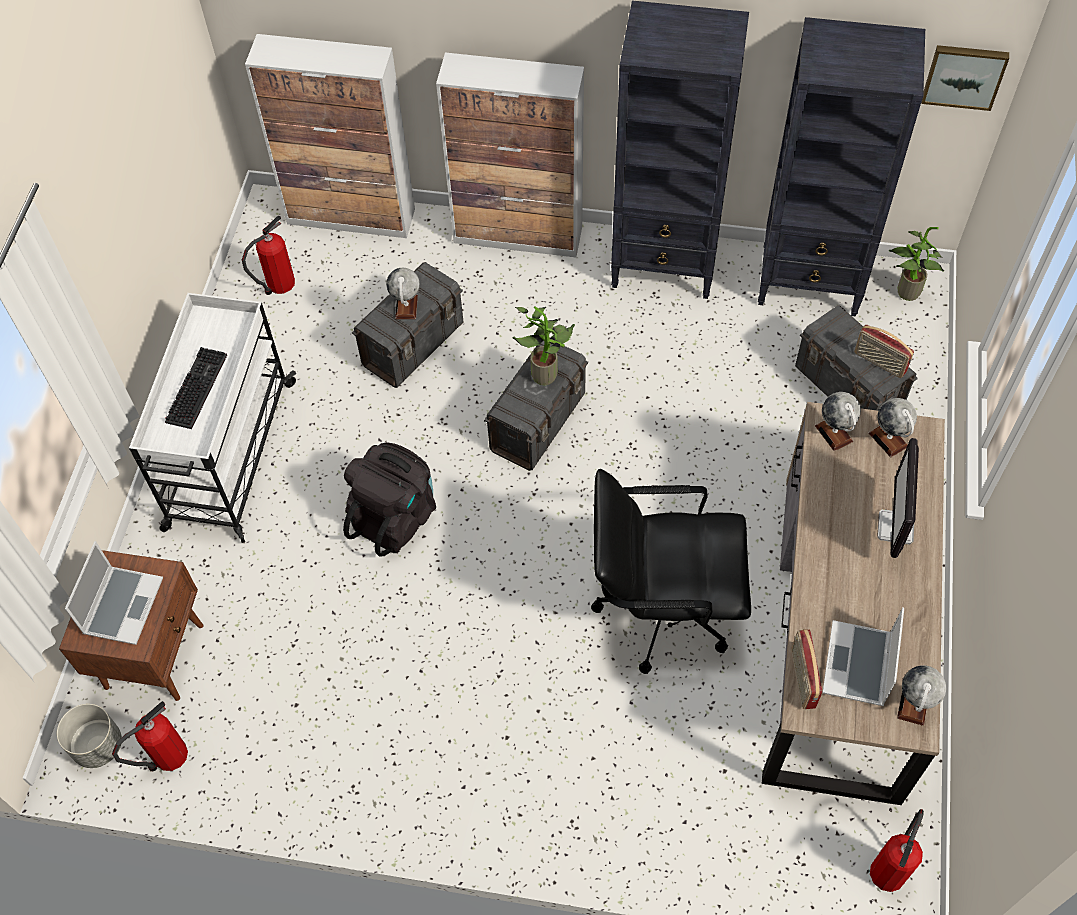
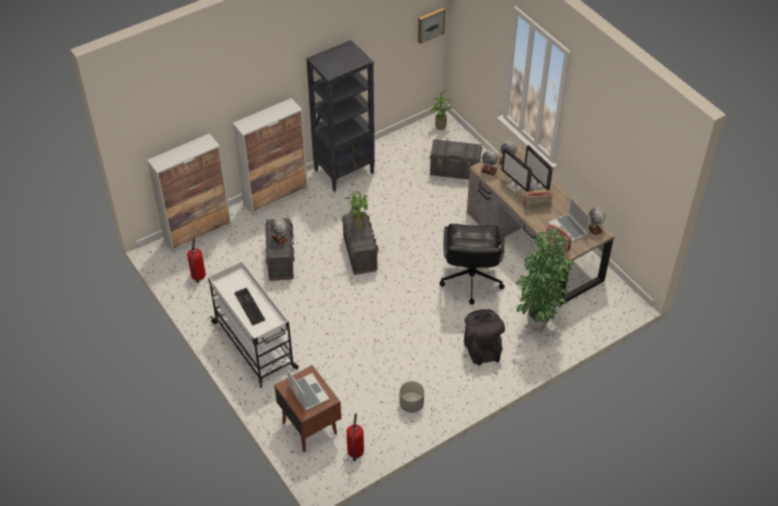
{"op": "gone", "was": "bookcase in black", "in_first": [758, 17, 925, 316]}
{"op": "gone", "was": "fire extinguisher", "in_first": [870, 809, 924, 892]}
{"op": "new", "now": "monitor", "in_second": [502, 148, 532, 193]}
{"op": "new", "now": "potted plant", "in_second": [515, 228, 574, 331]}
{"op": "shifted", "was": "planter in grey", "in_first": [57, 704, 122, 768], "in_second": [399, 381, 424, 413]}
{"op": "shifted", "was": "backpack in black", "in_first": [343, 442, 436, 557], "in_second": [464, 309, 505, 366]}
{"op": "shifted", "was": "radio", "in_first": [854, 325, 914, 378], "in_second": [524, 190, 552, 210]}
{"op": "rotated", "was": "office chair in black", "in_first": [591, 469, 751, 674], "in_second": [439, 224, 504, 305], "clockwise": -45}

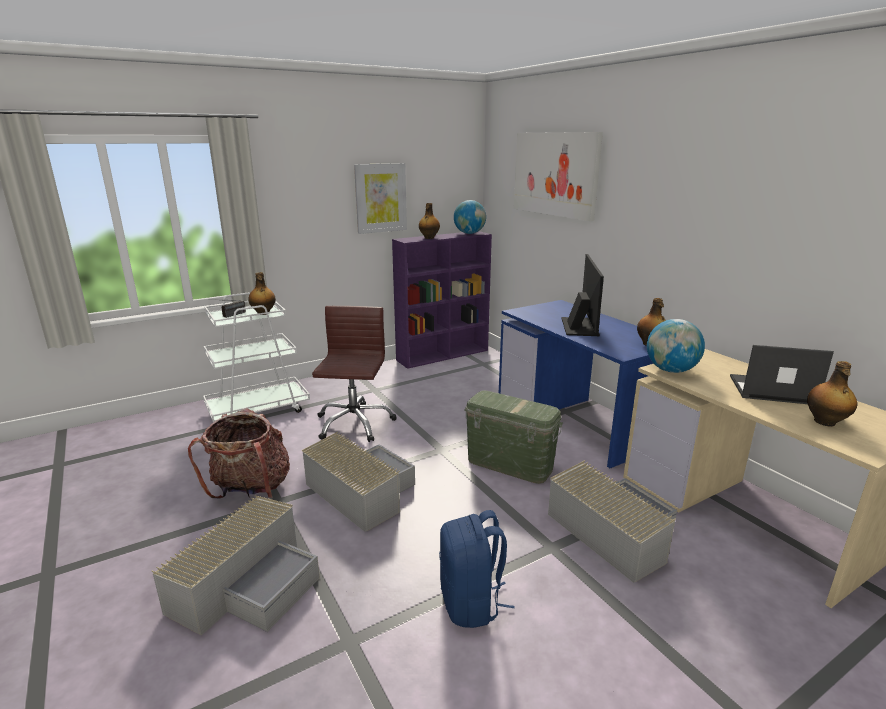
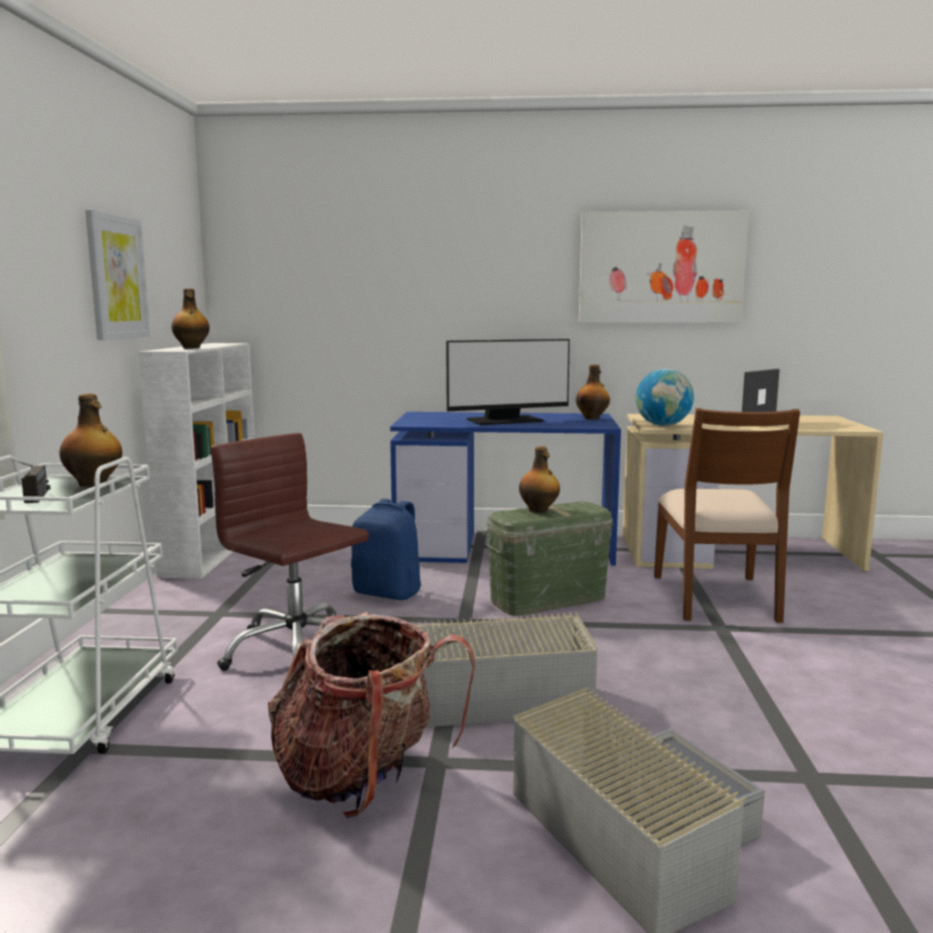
{"op": "gone", "was": "globe", "in_first": [454, 200, 486, 234]}
{"op": "shifted", "was": "backpack in blue", "in_first": [439, 510, 515, 628], "in_second": [351, 499, 421, 600]}
{"op": "shifted", "was": "picture", "in_first": [514, 132, 603, 221], "in_second": [579, 211, 749, 323]}
{"op": "shifted", "was": "bottle", "in_first": [807, 361, 857, 427], "in_second": [519, 446, 560, 513]}
{"op": "swapped", "was": "storage box in grey", "now": "chair in brown", "in_first": [548, 460, 677, 583], "in_second": [654, 408, 800, 623]}
{"op": "repainted", "was": "bookcase in purple", "now": "bookcase in white", "in_first": [392, 231, 492, 369], "in_second": [138, 343, 255, 579]}
{"op": "rotated", "was": "monitor", "in_first": [561, 254, 604, 336], "in_second": [446, 339, 570, 425], "clockwise": 120}

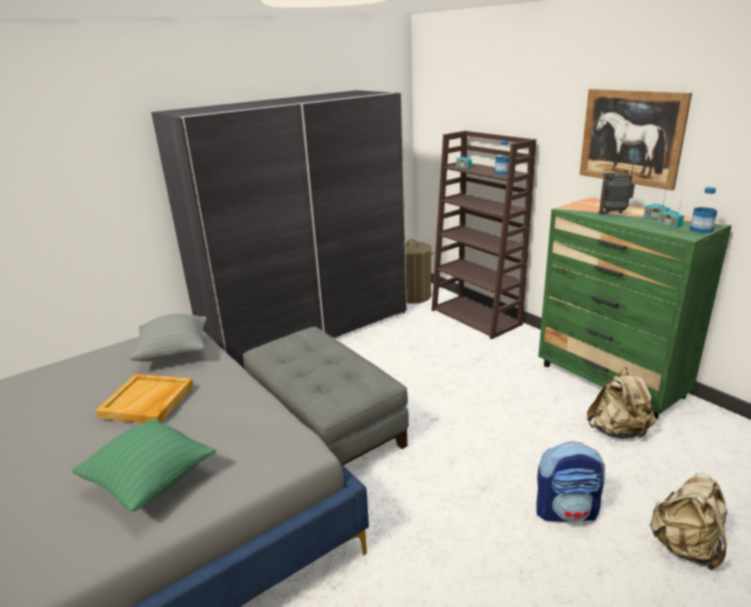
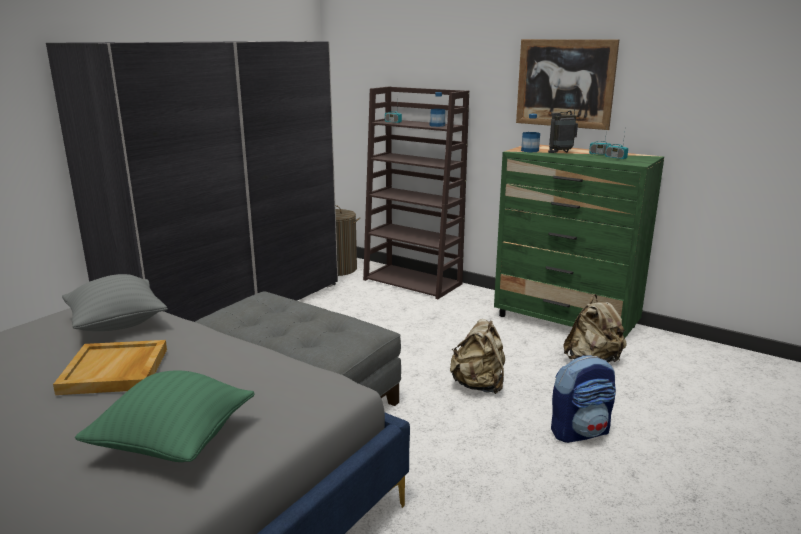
{"op": "shifted", "was": "backpack in beige", "in_first": [649, 473, 728, 570], "in_second": [450, 319, 505, 394]}
{"op": "shifted", "was": "bottle", "in_first": [689, 187, 717, 234], "in_second": [521, 114, 540, 152]}

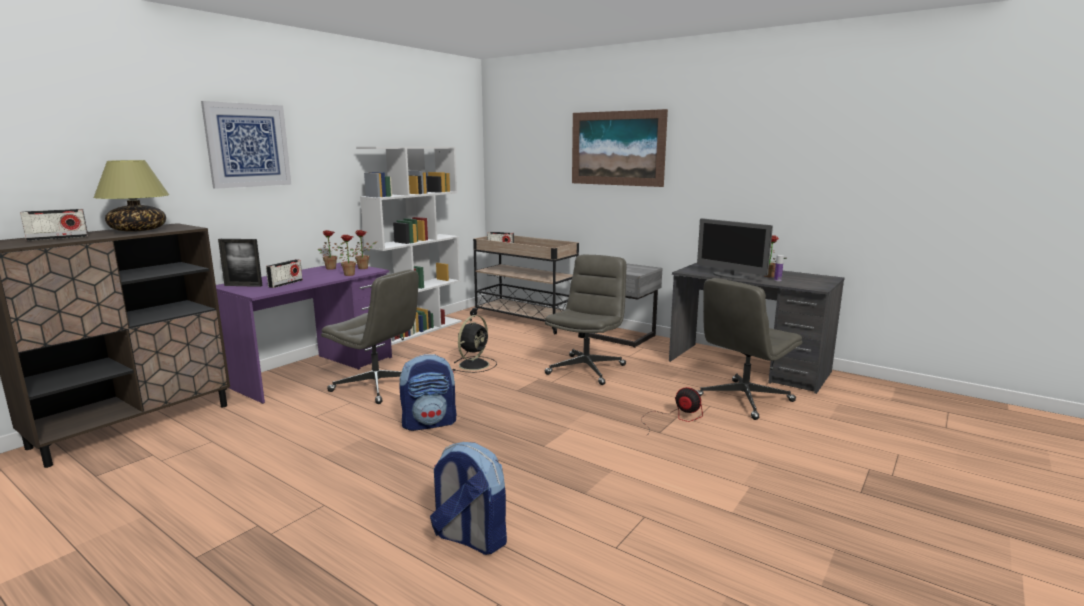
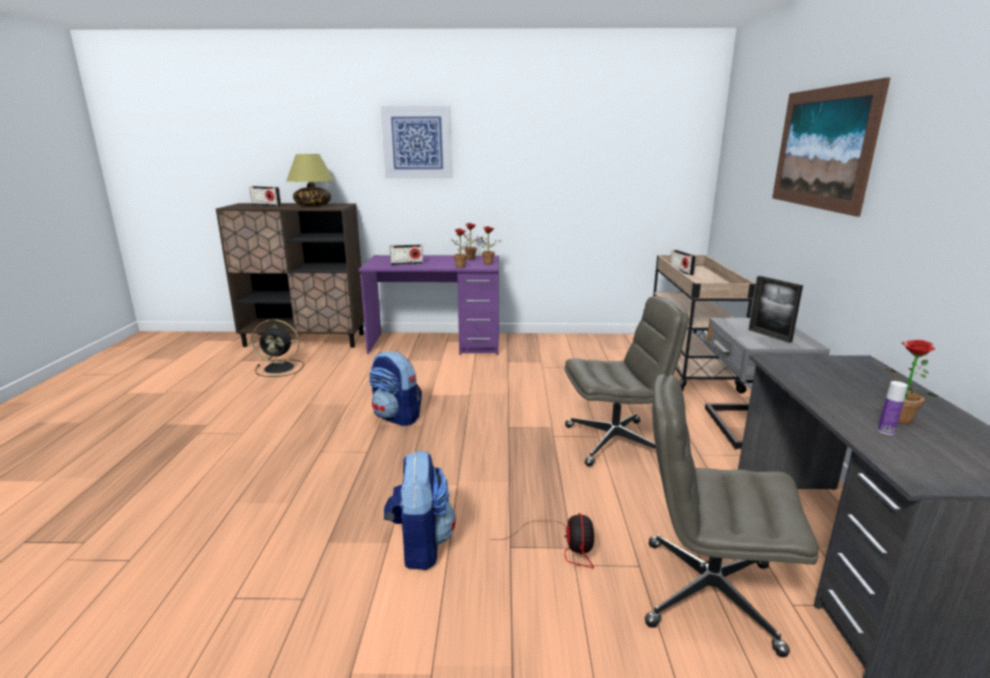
{"op": "gone", "was": "office chair in grey", "in_first": [321, 269, 419, 404]}
{"op": "gone", "was": "bookcase in white", "in_first": [356, 147, 462, 345]}
{"op": "gone", "was": "monitor", "in_first": [697, 218, 773, 280]}
{"op": "shifted", "was": "picture frame", "in_first": [218, 239, 263, 287], "in_second": [749, 276, 803, 343]}
{"op": "shifted", "was": "backpack", "in_first": [430, 442, 507, 555], "in_second": [384, 450, 456, 570]}
{"op": "shifted", "was": "fan in black", "in_first": [453, 315, 497, 373], "in_second": [251, 319, 304, 377]}

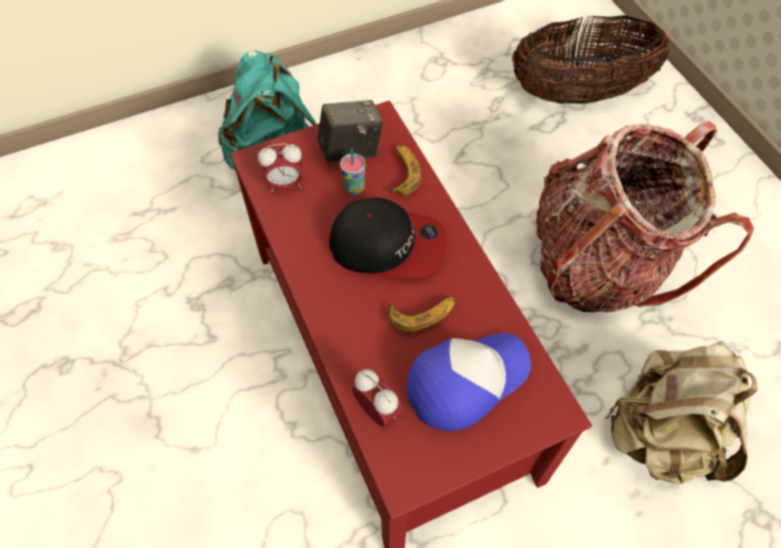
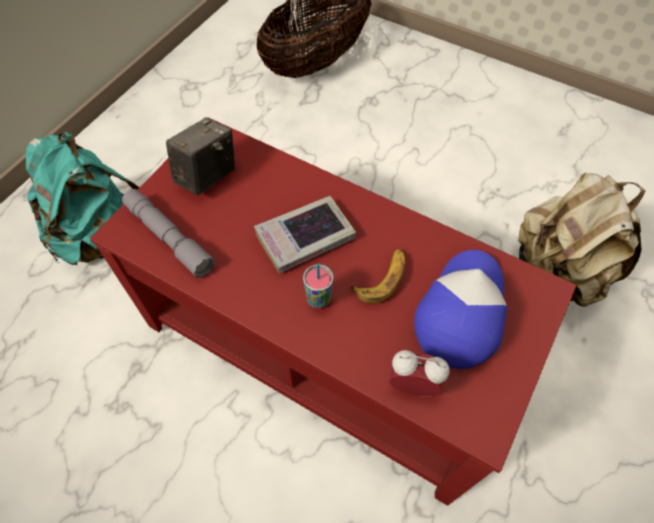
{"op": "gone", "was": "banana", "in_first": [388, 145, 422, 195]}
{"op": "gone", "was": "backpack", "in_first": [536, 121, 754, 312]}
{"op": "shifted", "was": "cup", "in_first": [340, 149, 365, 196], "in_second": [303, 264, 333, 309]}
{"op": "swapped", "was": "alarm clock", "now": "flashlight in grey", "in_first": [258, 143, 304, 192], "in_second": [122, 189, 215, 278]}
{"op": "swapped", "was": "cap", "now": "book", "in_first": [329, 197, 447, 279], "in_second": [254, 196, 356, 273]}

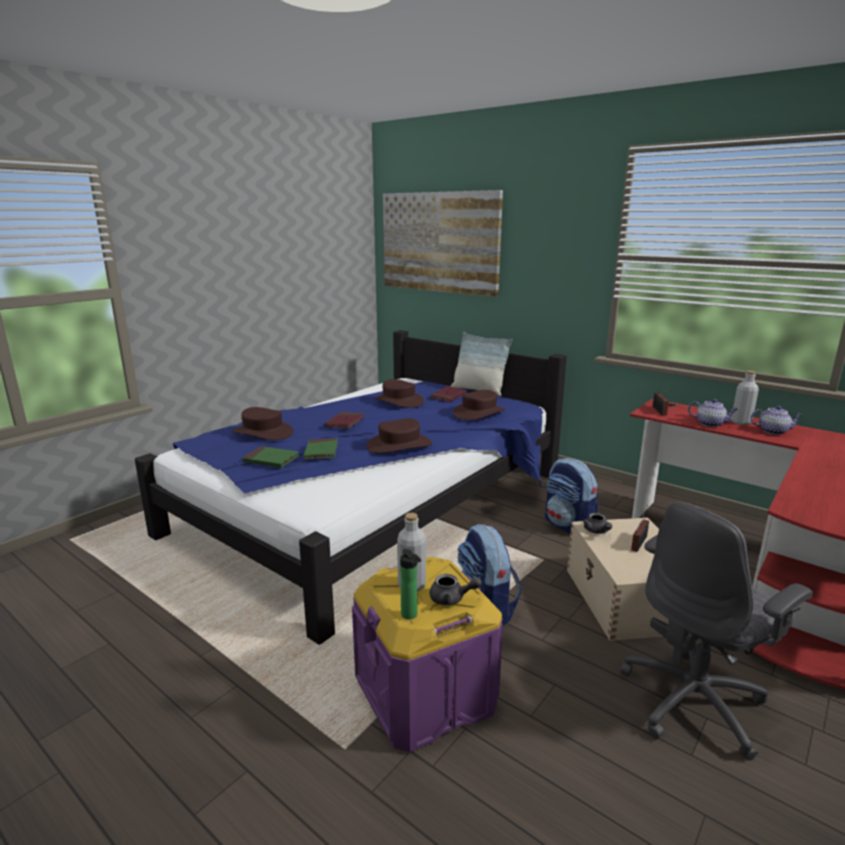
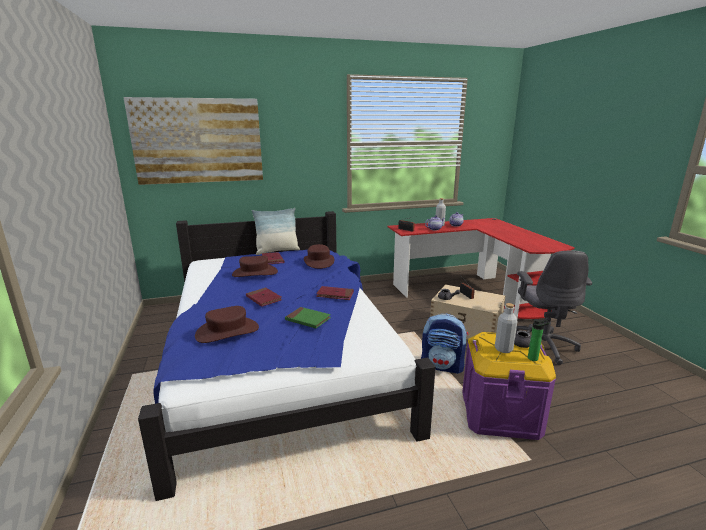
{"op": "gone", "was": "book in green", "in_first": [242, 446, 299, 468]}
{"op": "gone", "was": "backpack", "in_first": [545, 458, 599, 534]}
{"op": "swapped", "was": "hat in brown", "now": "book in red", "in_first": [367, 418, 432, 453], "in_second": [316, 286, 354, 300]}

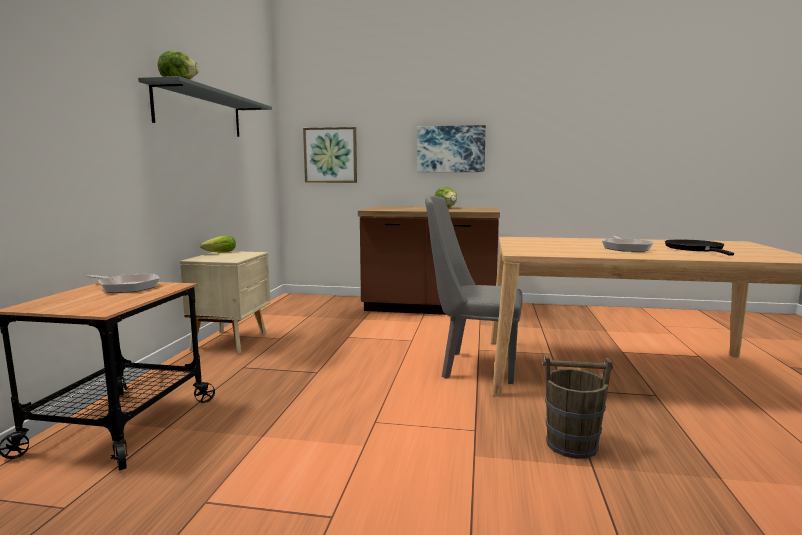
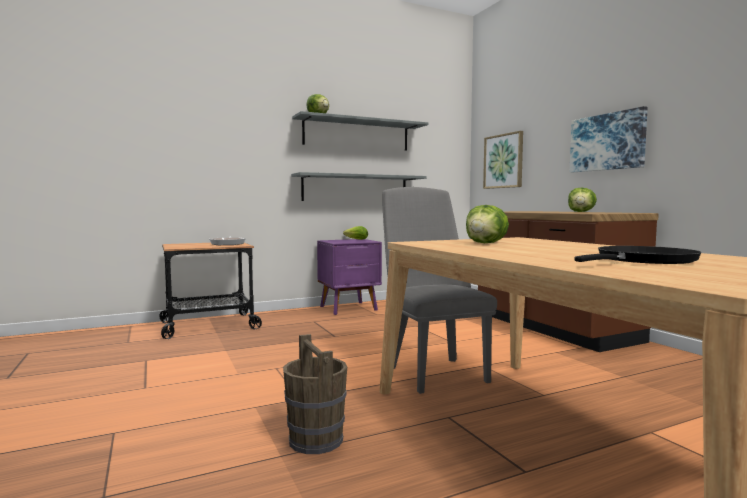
{"op": "gone", "was": "frying pan", "in_first": [602, 236, 654, 252]}
{"op": "new", "now": "shelf in grey", "in_second": [291, 172, 427, 201]}
{"op": "new", "now": "lettuce", "in_second": [466, 205, 509, 243]}
{"op": "repainted", "was": "nightstand in beige", "now": "nightstand in purple", "in_first": [180, 251, 271, 353], "in_second": [317, 239, 382, 315]}

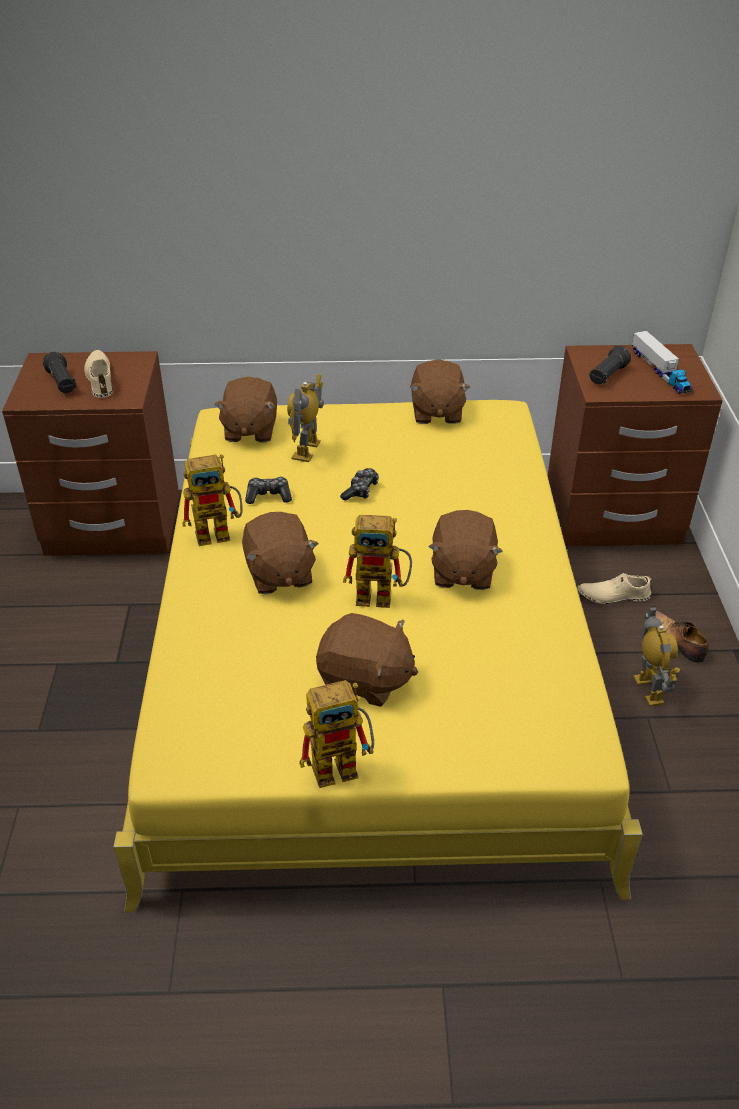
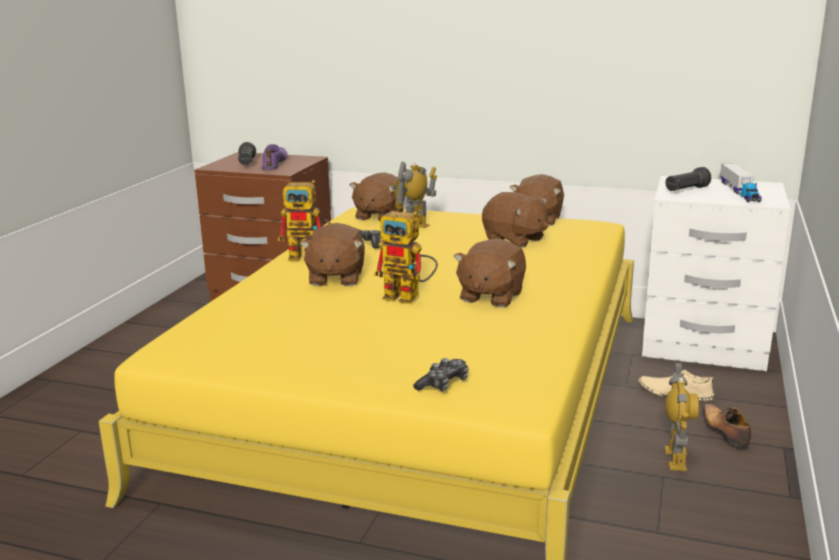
{"op": "gone", "was": "toy robot", "in_first": [300, 680, 374, 788]}
{"op": "shifted", "was": "plush toy in brown", "in_first": [316, 613, 418, 707], "in_second": [482, 192, 549, 248]}
{"op": "shifted", "was": "game controller", "in_first": [340, 468, 379, 501], "in_second": [413, 358, 469, 392]}
{"op": "repainted", "was": "shoe in beige", "now": "shoe in purple", "in_first": [84, 350, 113, 398], "in_second": [262, 144, 288, 170]}
{"op": "repainted", "was": "nightstand in brown", "now": "nightstand in white", "in_first": [548, 344, 723, 546], "in_second": [642, 176, 790, 371]}

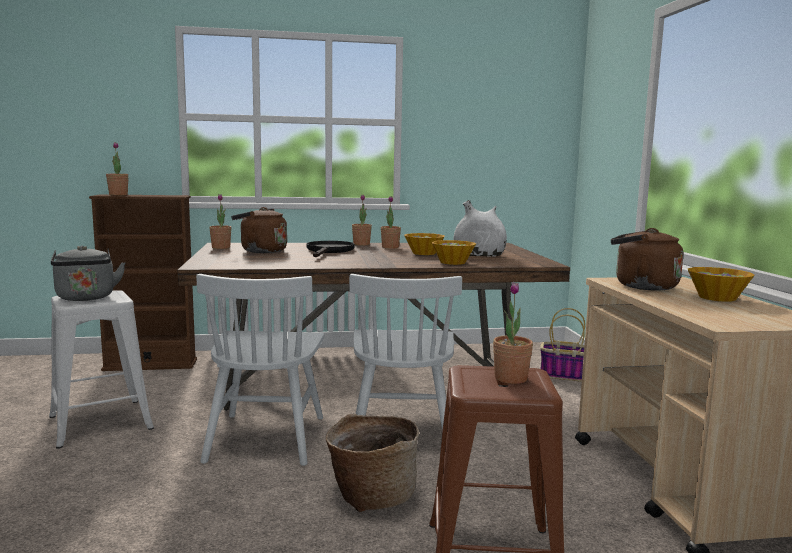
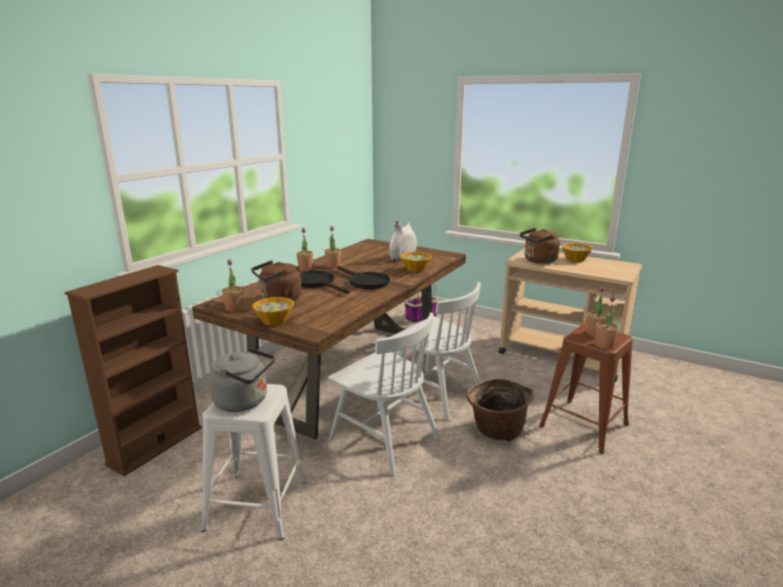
{"op": "new", "now": "frying pan in black", "in_second": [337, 266, 390, 289]}
{"op": "shifted", "was": "potted plant", "in_first": [106, 142, 129, 195], "in_second": [595, 295, 619, 349]}
{"op": "shifted", "was": "bowl", "in_first": [404, 233, 445, 255], "in_second": [252, 297, 294, 326]}

